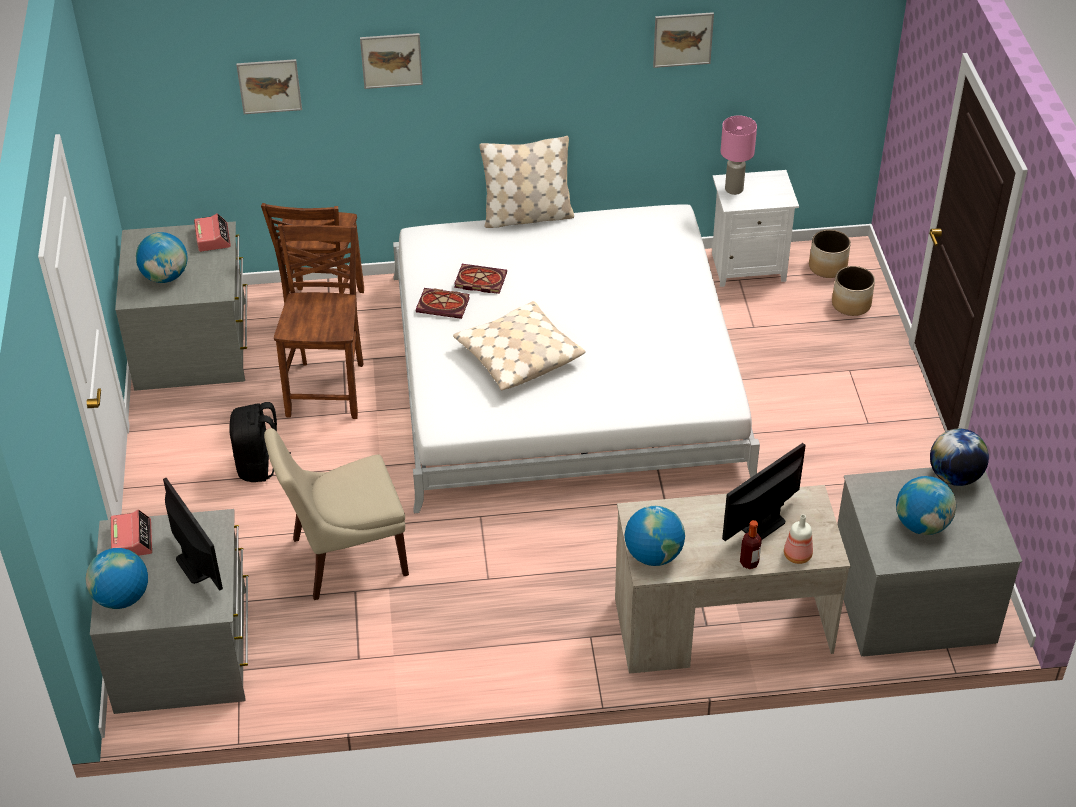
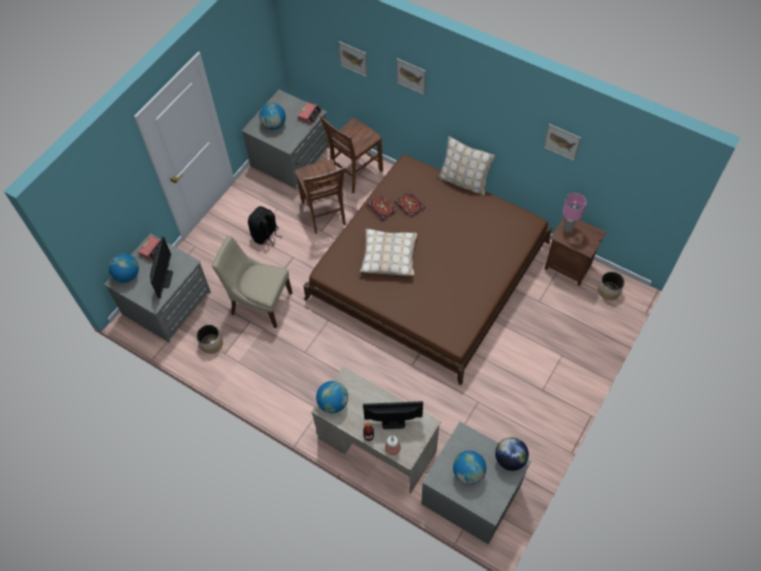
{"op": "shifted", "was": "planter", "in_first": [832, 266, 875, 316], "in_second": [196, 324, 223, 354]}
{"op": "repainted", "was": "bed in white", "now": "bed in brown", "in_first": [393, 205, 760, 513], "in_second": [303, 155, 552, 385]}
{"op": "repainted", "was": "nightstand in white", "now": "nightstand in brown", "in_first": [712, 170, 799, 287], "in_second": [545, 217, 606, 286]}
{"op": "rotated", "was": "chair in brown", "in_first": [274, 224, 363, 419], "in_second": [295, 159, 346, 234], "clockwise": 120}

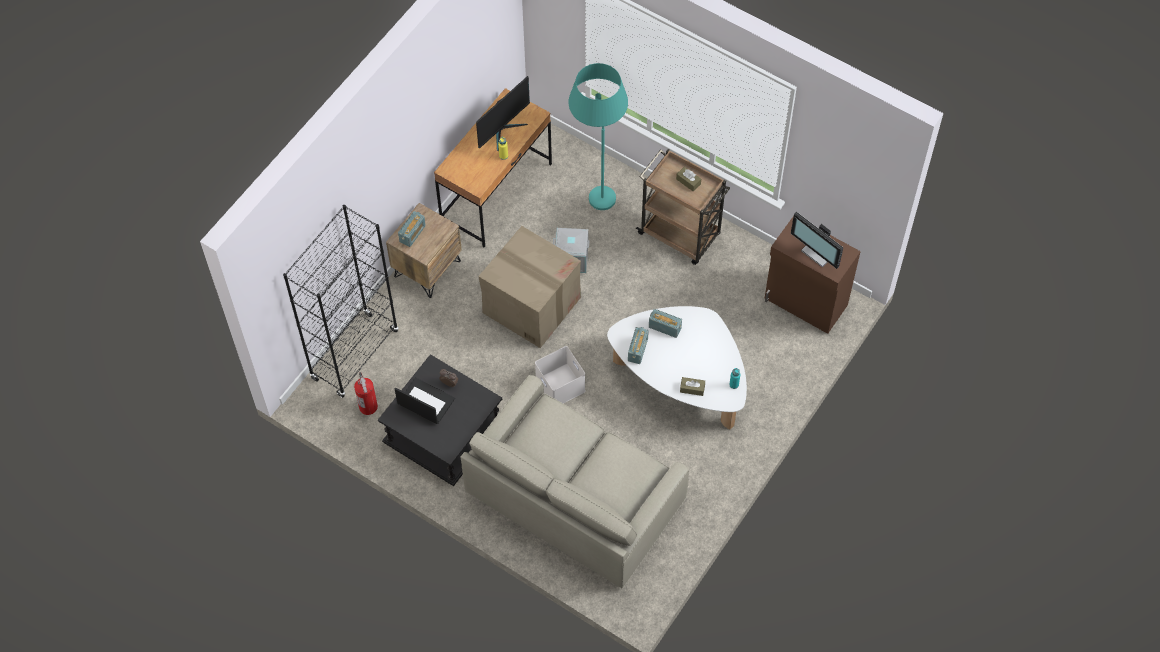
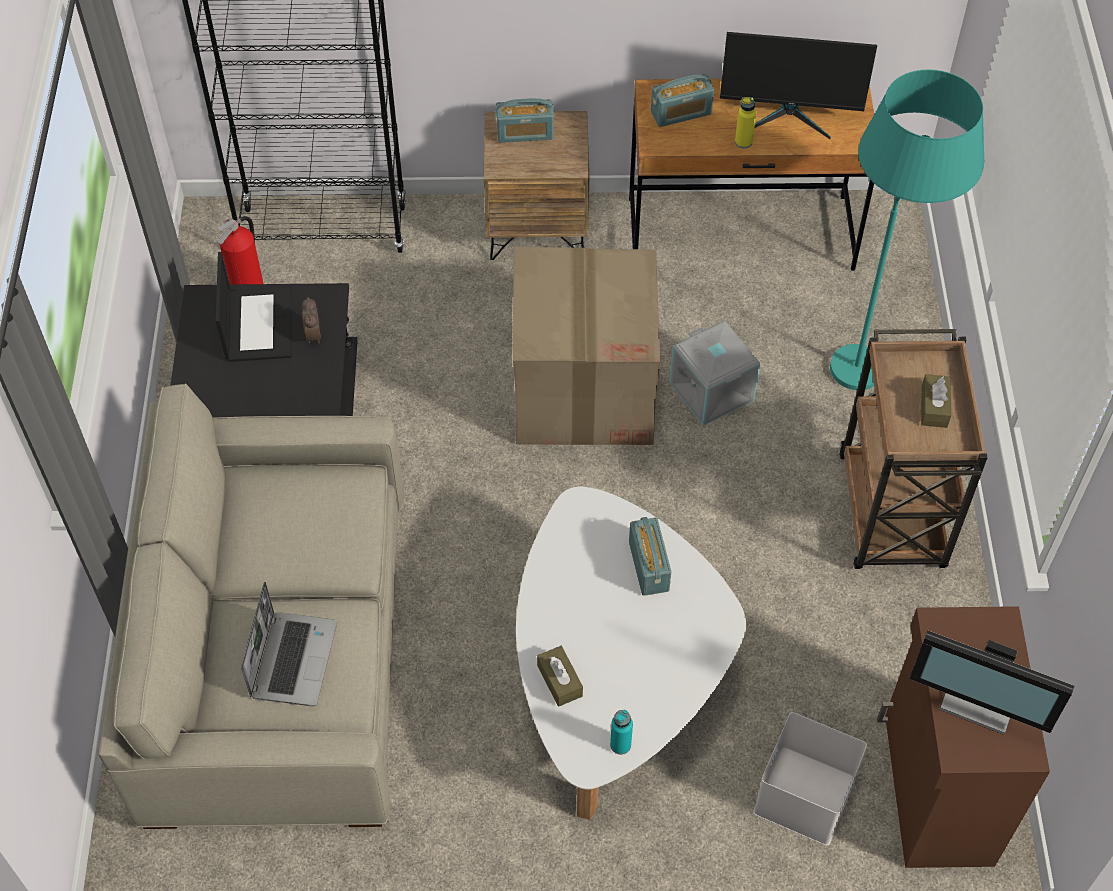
{"op": "new", "now": "laptop", "in_second": [241, 582, 337, 706]}
{"op": "shifted", "was": "storage box in white", "in_first": [535, 346, 585, 403], "in_second": [753, 712, 867, 846]}
{"op": "shifted", "was": "radio", "in_first": [628, 327, 649, 364], "in_second": [651, 74, 714, 127]}
{"op": "rotated", "was": "monitor", "in_first": [791, 212, 843, 269], "in_second": [910, 630, 1074, 735], "clockwise": -75}

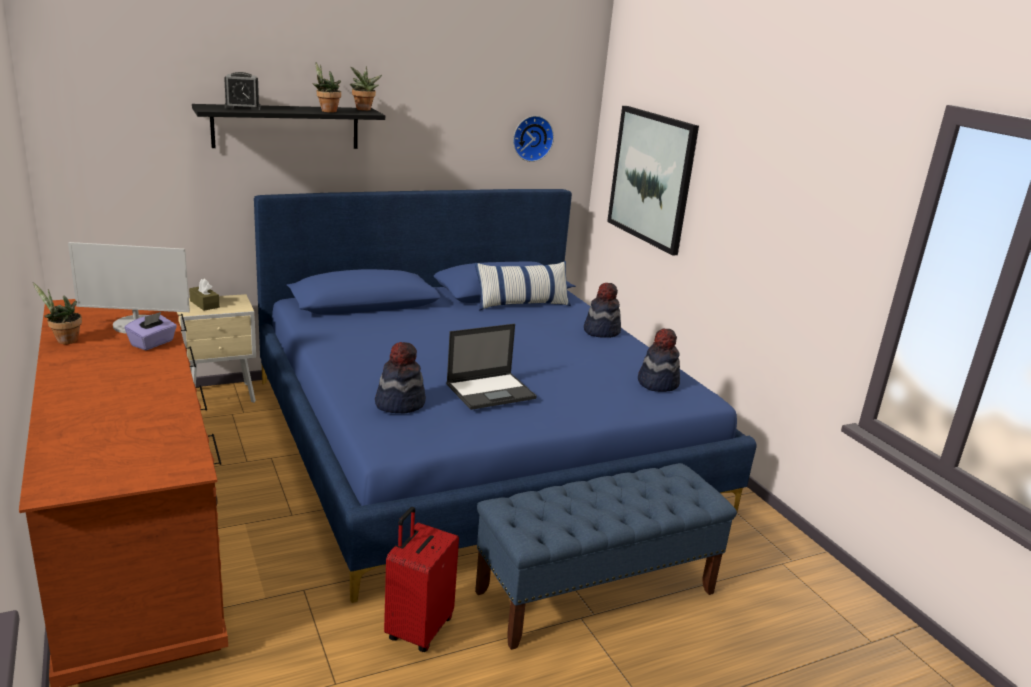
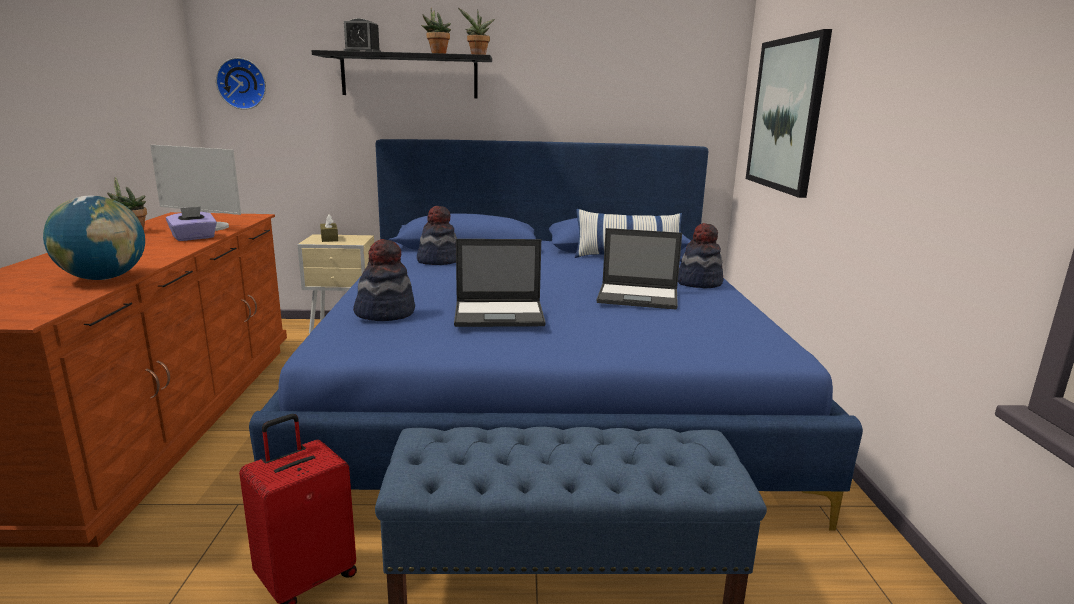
{"op": "new", "now": "globe", "in_second": [43, 196, 145, 280]}
{"op": "new", "now": "laptop", "in_second": [596, 228, 682, 310]}
{"op": "shifted", "was": "wall clock", "in_first": [513, 116, 554, 162], "in_second": [216, 58, 266, 110]}
{"op": "shifted", "was": "hat", "in_first": [638, 329, 680, 392], "in_second": [417, 206, 457, 265]}

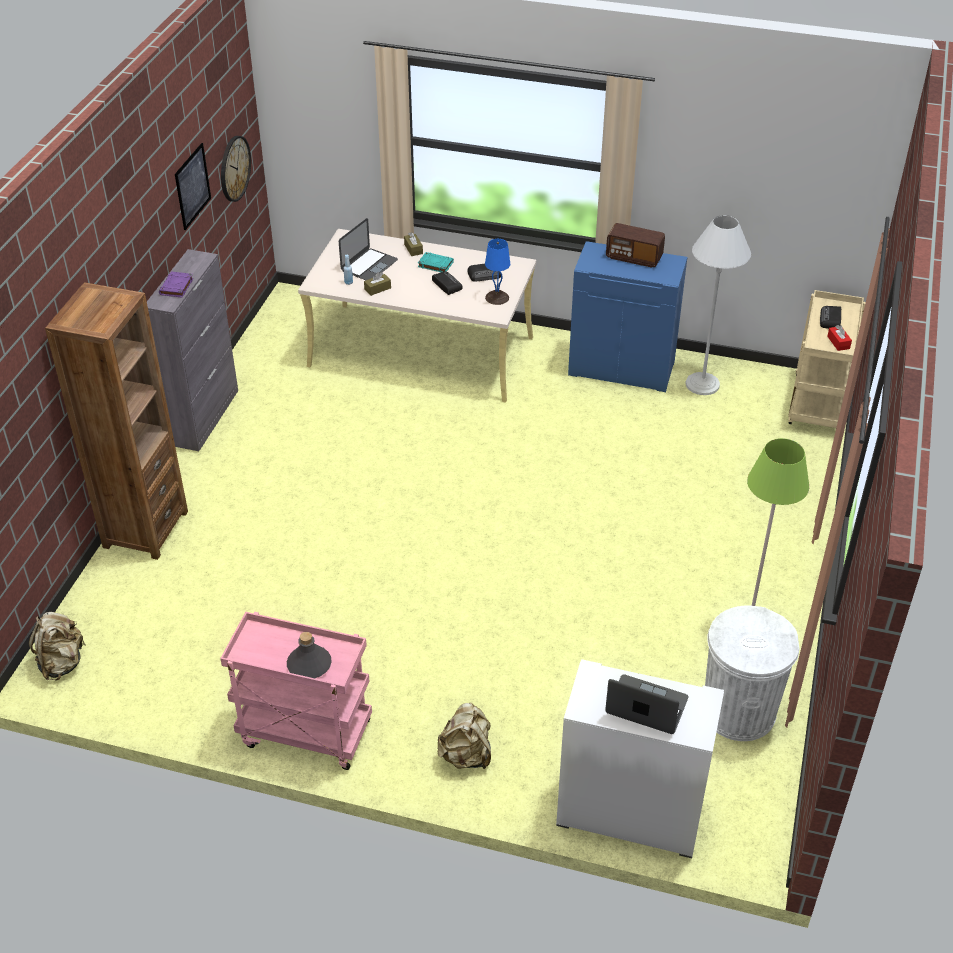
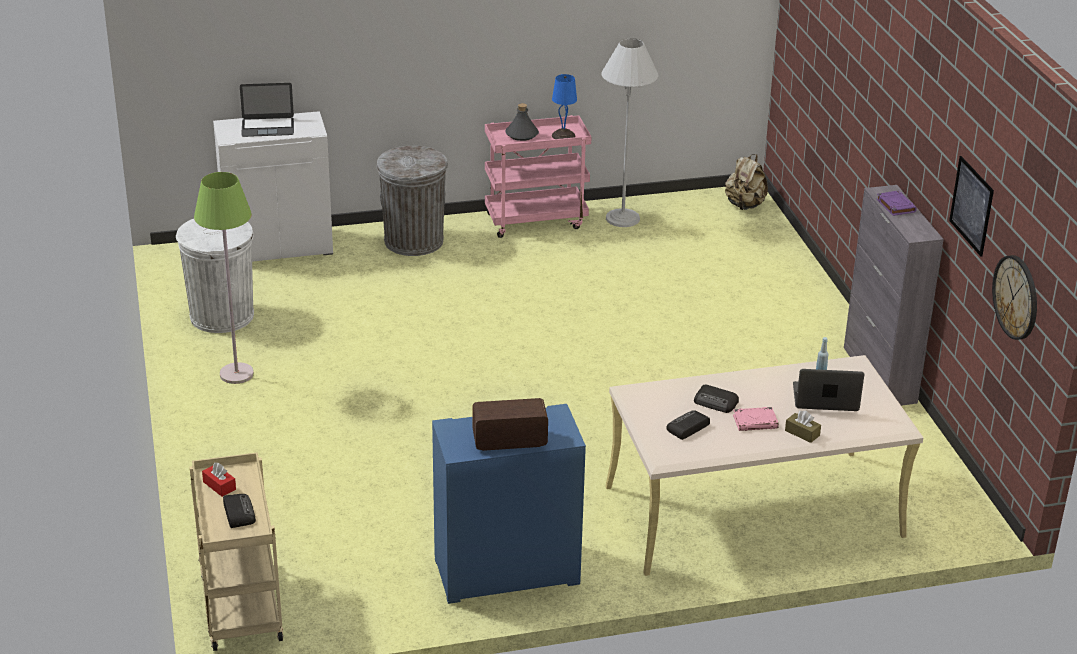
{"op": "gone", "was": "bookcase in brown", "in_first": [45, 282, 188, 560]}
{"op": "gone", "was": "tissue box in brown", "in_first": [364, 272, 391, 296]}
{"op": "shifted", "was": "table lamp in blue", "in_first": [485, 239, 510, 305], "in_second": [552, 74, 577, 139]}
{"op": "shifted", "was": "floor lamp in white", "in_first": [685, 215, 751, 395], "in_second": [601, 38, 659, 227]}
{"op": "swapped", "was": "backpack in beige", "now": "trash can in grey", "in_first": [438, 702, 491, 769], "in_second": [376, 146, 448, 256]}
{"op": "repainted", "was": "book in turquoise", "now": "book in pink", "in_first": [418, 252, 454, 273], "in_second": [733, 407, 779, 431]}
{"op": "rotated", "was": "laptop", "in_first": [339, 218, 398, 280], "in_second": [793, 369, 864, 411], "clockwise": 90}

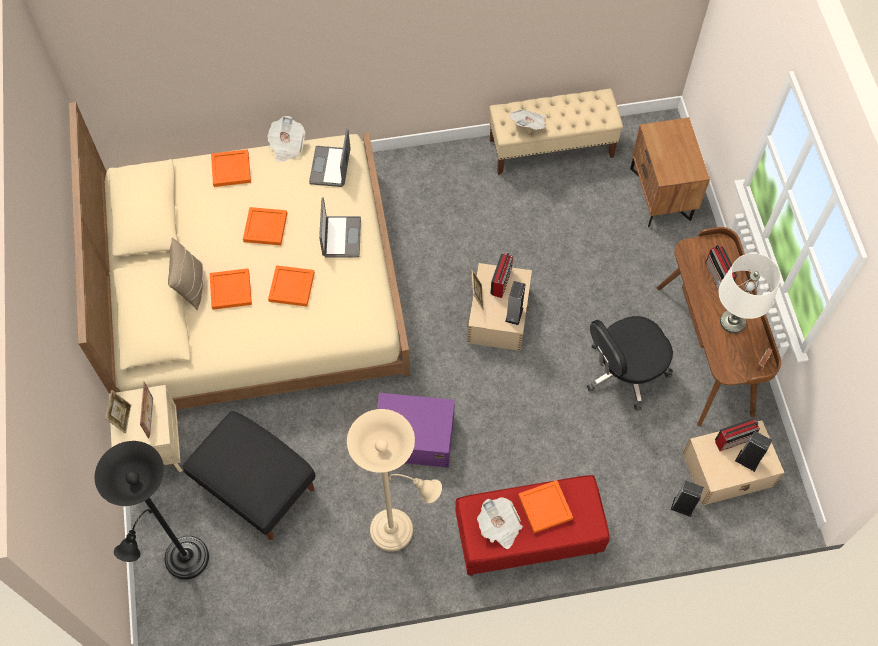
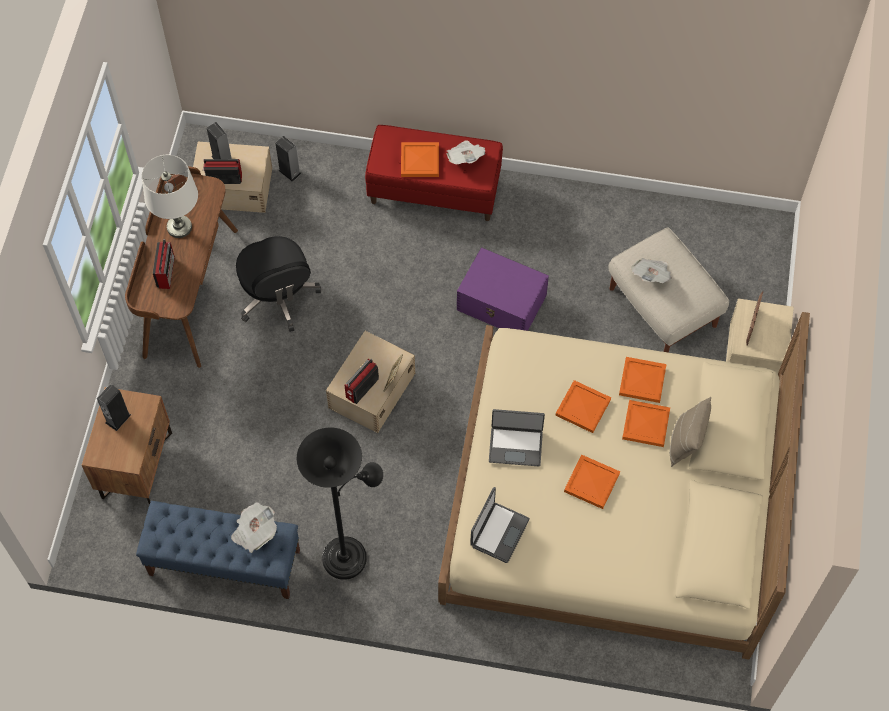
{"op": "gone", "was": "picture frame", "in_first": [105, 390, 131, 433]}
{"op": "gone", "was": "floor lamp in beige", "in_first": [347, 409, 442, 552]}
{"op": "shifted", "was": "floor lamp in black", "in_first": [94, 441, 209, 580], "in_second": [297, 427, 383, 580]}
{"op": "shifted", "was": "tray in orange", "in_first": [211, 149, 251, 187], "in_second": [619, 357, 667, 403]}
{"op": "shifted", "was": "newspaper", "in_first": [267, 116, 306, 162], "in_second": [631, 258, 672, 283]}
{"op": "shifted", "was": "speaker", "in_first": [505, 281, 526, 325], "in_second": [97, 384, 131, 431]}
{"op": "repainted", "was": "ottoman in black", "now": "ottoman in beige", "in_first": [183, 411, 316, 540], "in_second": [608, 227, 729, 353]}
{"op": "repainted", "was": "bench in beige", "now": "bench in blue", "in_first": [489, 89, 623, 175], "in_second": [136, 501, 300, 599]}
{"op": "rotated", "was": "laptop", "in_first": [319, 198, 361, 258], "in_second": [489, 409, 545, 467], "clockwise": -105}
{"op": "rotated", "was": "office chair in black", "in_first": [587, 316, 673, 411], "in_second": [236, 236, 321, 332], "clockwise": 75}

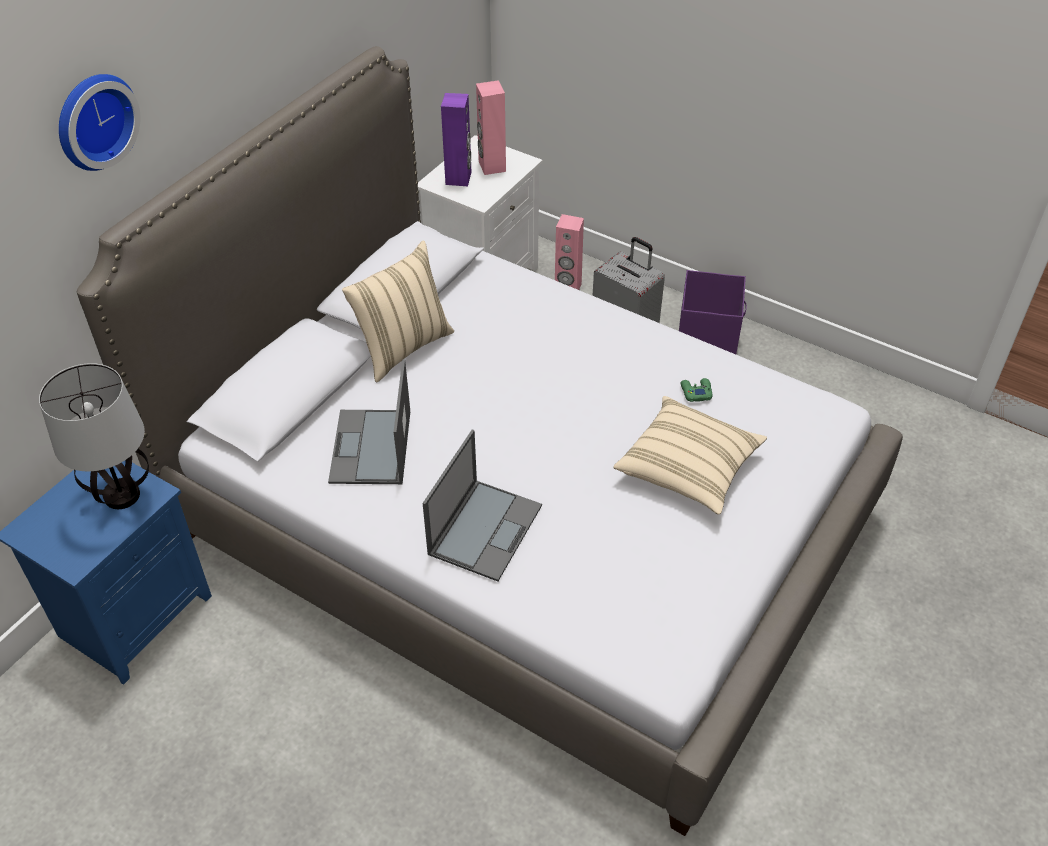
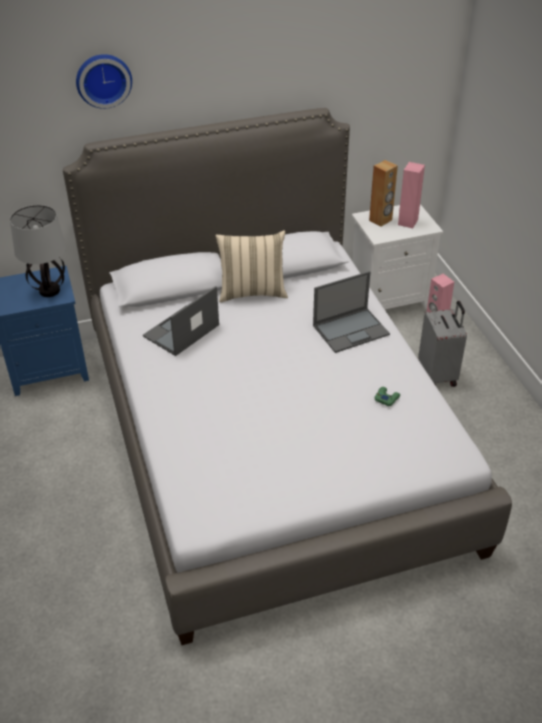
{"op": "gone", "was": "pillow in beige", "in_first": [613, 396, 767, 515]}
{"op": "gone", "was": "storage box in purple", "in_first": [679, 270, 747, 354]}
{"op": "shifted", "was": "laptop", "in_first": [423, 429, 542, 582], "in_second": [313, 271, 390, 353]}
{"op": "repainted", "was": "speaker in purple", "now": "speaker in brown", "in_first": [441, 93, 471, 186], "in_second": [369, 160, 398, 227]}

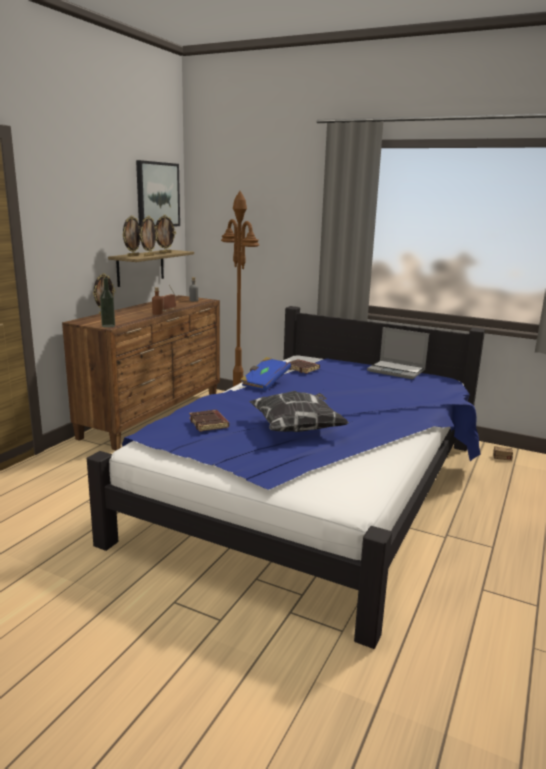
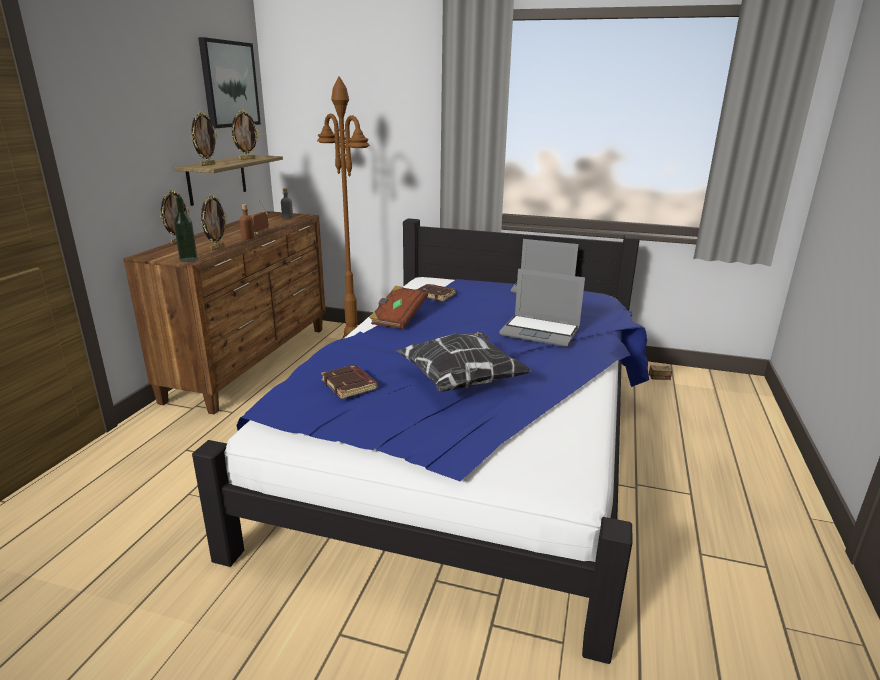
{"op": "new", "now": "laptop", "in_second": [499, 269, 585, 347]}
{"op": "shifted", "was": "picture frame", "in_first": [140, 216, 158, 256], "in_second": [201, 194, 227, 251]}
{"op": "repainted", "was": "book in blue", "now": "book in brown", "in_first": [240, 357, 291, 391], "in_second": [369, 285, 428, 329]}

